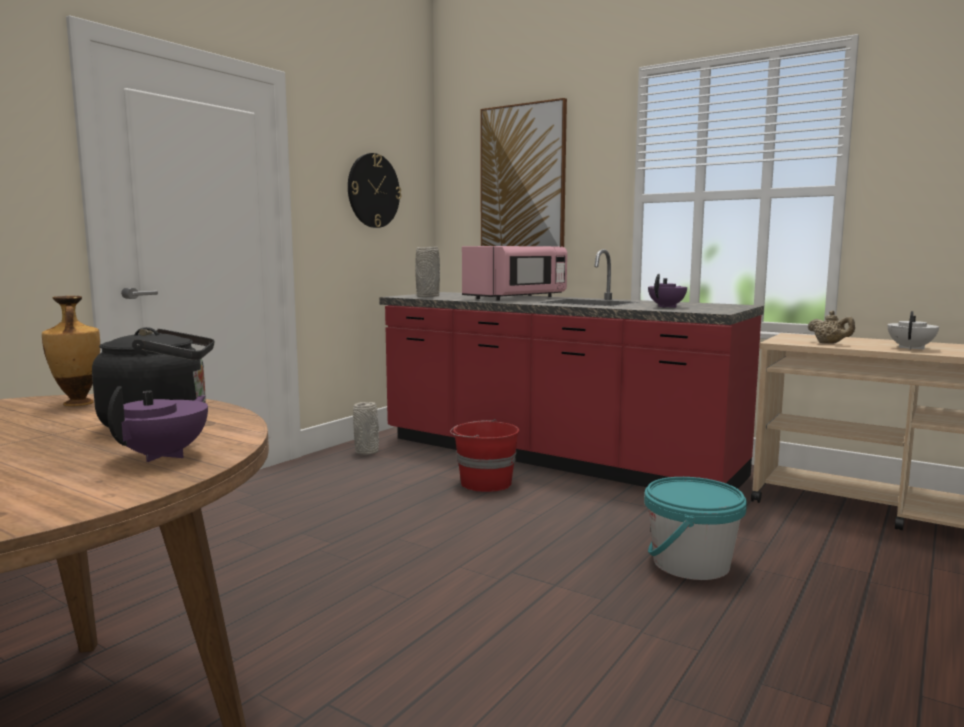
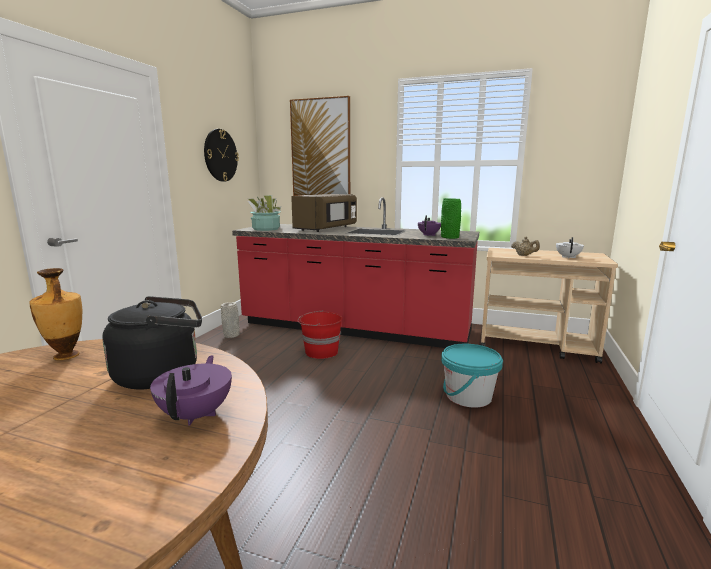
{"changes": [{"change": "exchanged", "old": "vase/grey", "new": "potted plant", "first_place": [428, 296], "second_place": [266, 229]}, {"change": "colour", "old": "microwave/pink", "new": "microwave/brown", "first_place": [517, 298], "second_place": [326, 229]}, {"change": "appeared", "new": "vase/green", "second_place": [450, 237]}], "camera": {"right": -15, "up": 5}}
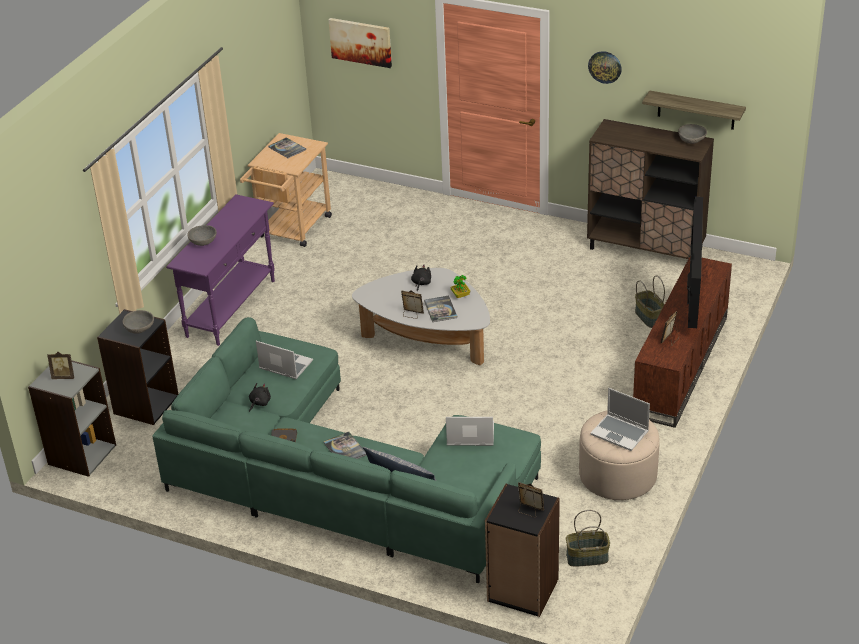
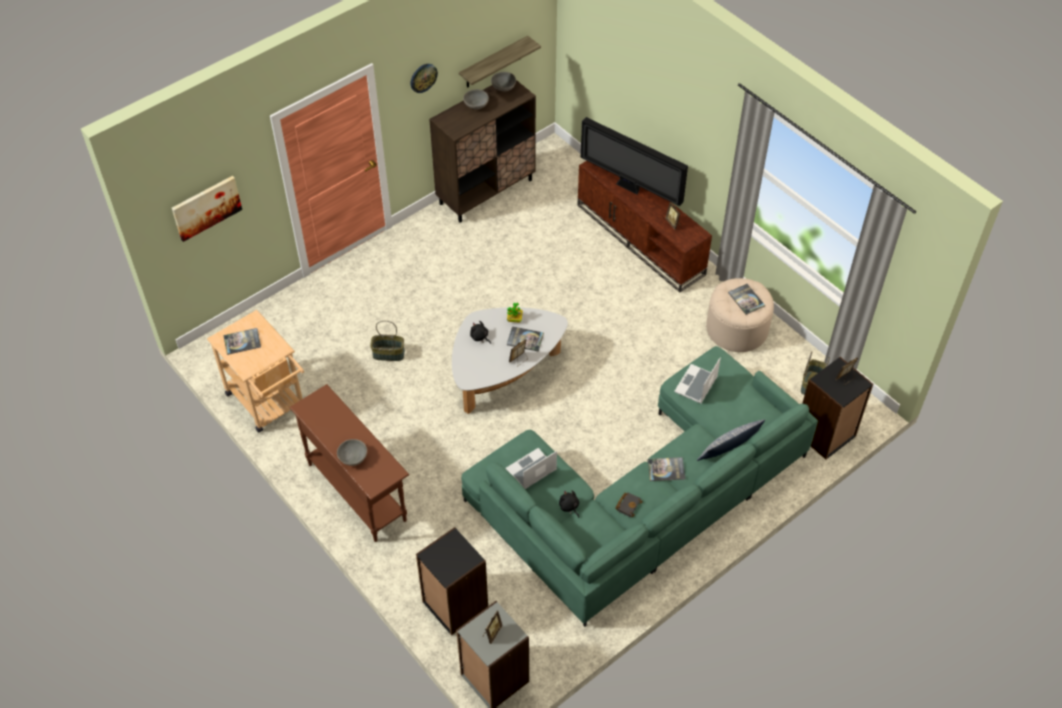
{"changes": [{"change": "colour", "old": "console table/purple", "new": "console table/brown", "first_place": [231, 308], "second_place": [357, 491]}, {"change": "relocated", "old": "basket", "first_place": [650, 317], "second_place": [389, 353]}, {"change": "relocated", "old": "bowl/grey", "first_place": [139, 329], "second_place": [476, 105]}, {"change": "exchanged", "old": "laptop", "new": "book", "first_place": [620, 433], "second_place": [746, 299]}], "camera": {"right": -65, "up": 15}}
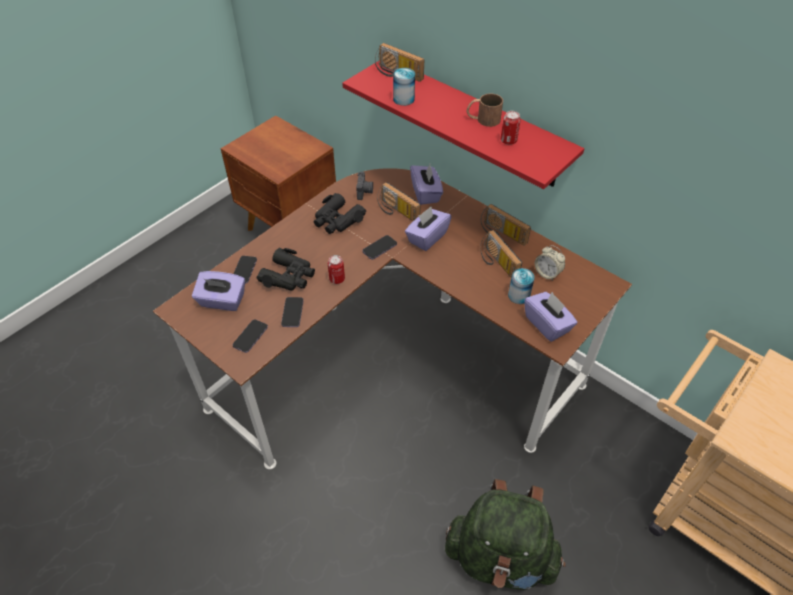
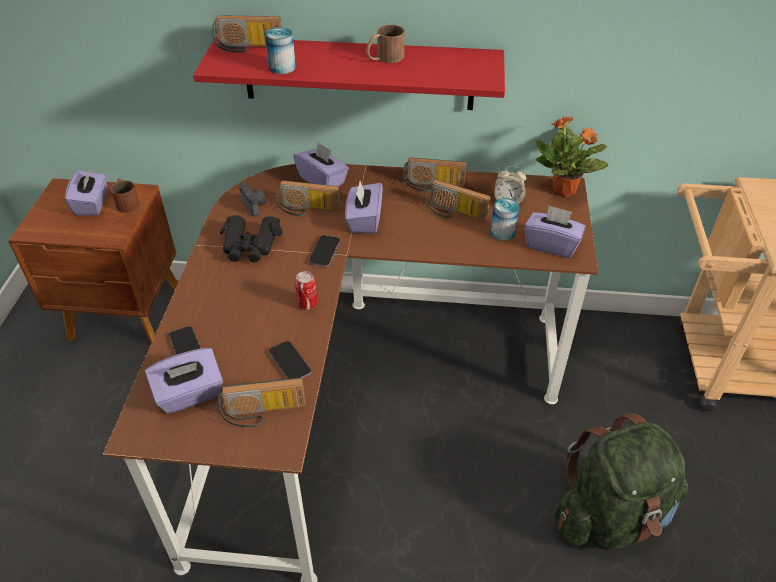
{"changes": [{"change": "appeared", "new": "tissue box/purple", "second_place": [92, 204]}, {"change": "appeared", "new": "mug/brown", "second_place": [126, 202]}, {"change": "exchanged", "old": "phone", "new": "radio", "first_place": [250, 337], "second_place": [263, 414]}, {"change": "appeared", "new": "potted plant", "second_place": [564, 190]}, {"change": "missing", "old": "binoculars/black", "first_place": [289, 276]}, {"change": "missing", "old": "can", "first_place": [508, 141]}], "camera": {"right": -35, "up": -5}}
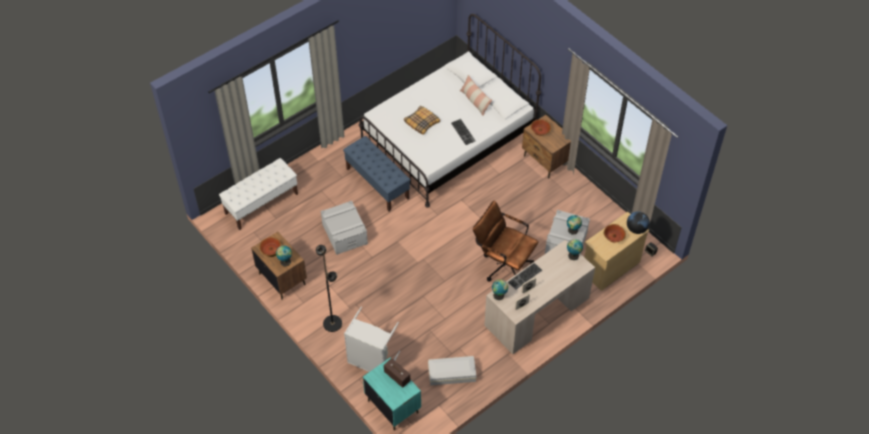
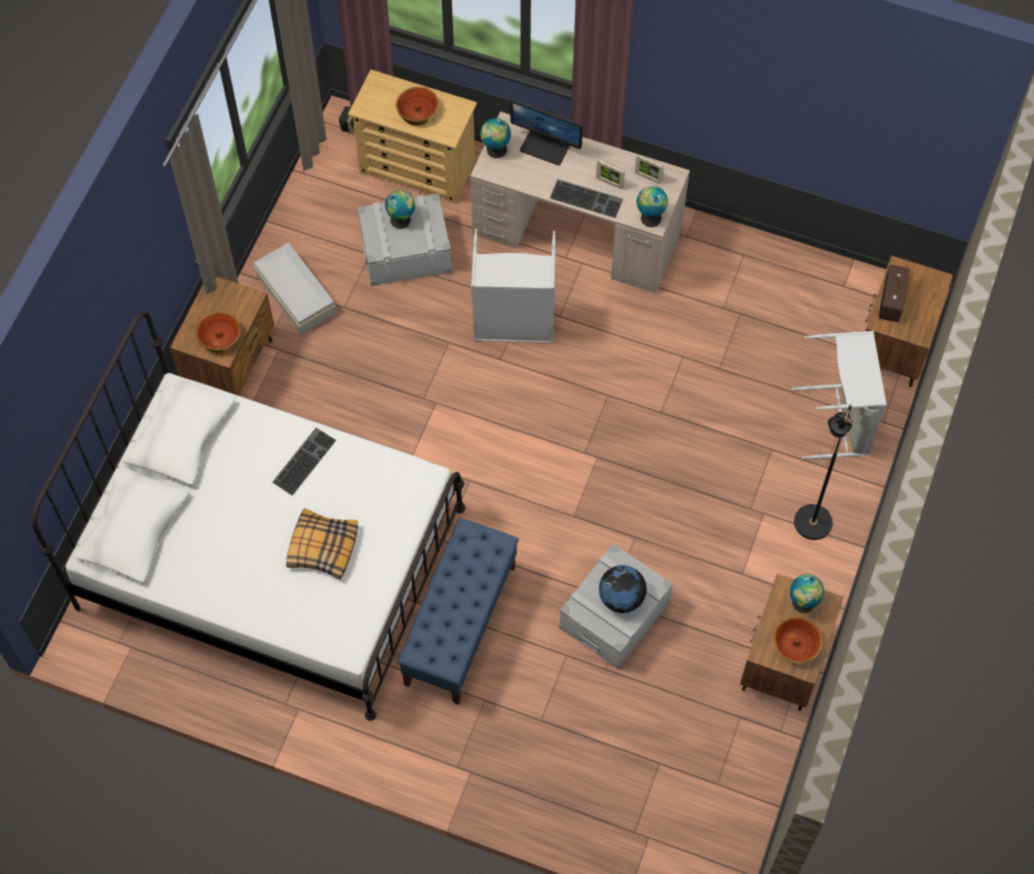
{"changes": [{"change": "relocated", "old": "storage box/white", "first_place": [452, 374], "second_place": [296, 292]}, {"change": "exchanged", "old": "office chair/brown", "new": "laundry basket/grey", "first_place": [503, 264], "second_place": [513, 323]}, {"change": "appeared", "new": "monitor", "second_place": [545, 147]}, {"change": "relocated", "old": "globe", "first_place": [636, 229], "second_place": [621, 598]}, {"change": "colour", "old": "nightstand/turquoise", "new": "nightstand/brown", "first_place": [393, 406], "second_place": [893, 346]}, {"change": "missing", "old": "bench/white", "first_place": [261, 203]}, {"change": "missing", "old": "pillow", "first_place": [475, 101]}], "camera": {"right": -120, "up": 10}}
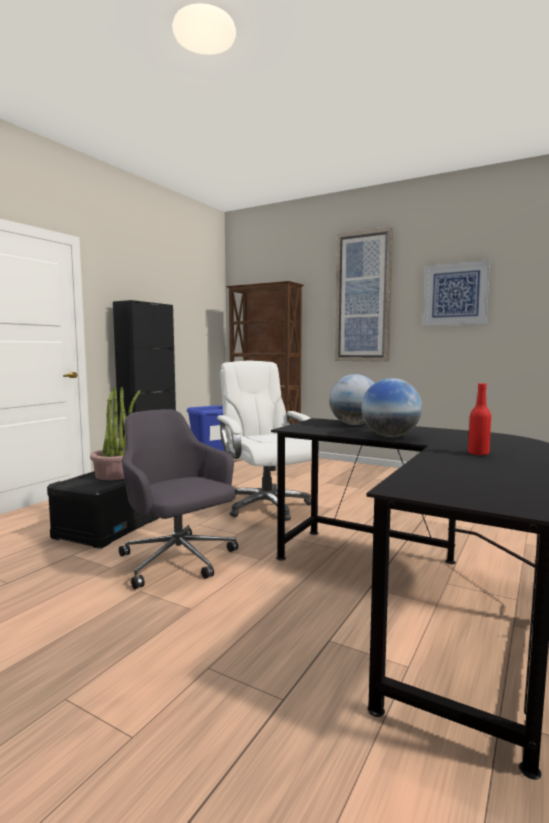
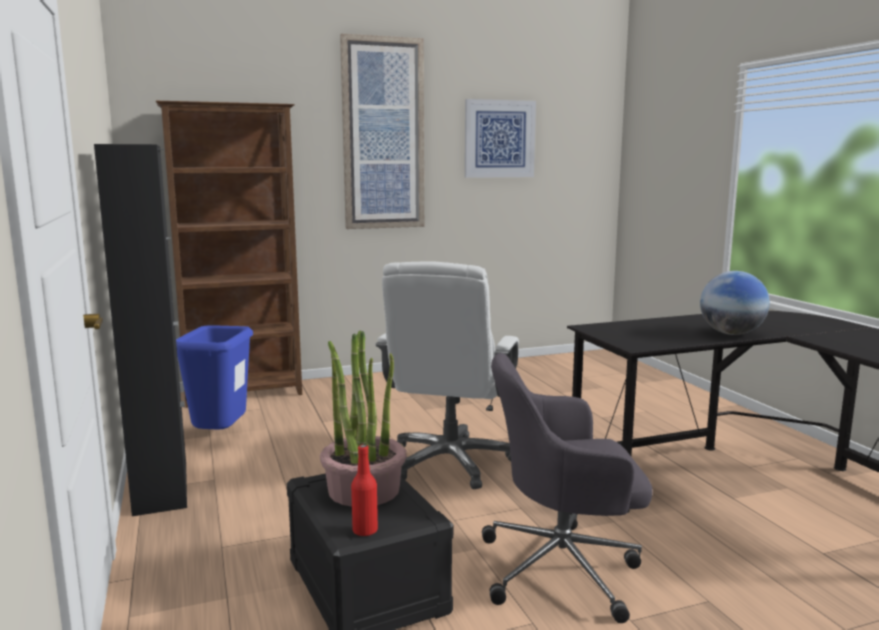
{"changes": [{"change": "relocated", "old": "bottle/red", "first_place": [478, 453], "second_place": [365, 531]}, {"change": "spun", "old": "office chair/white", "first_place": [266, 506], "second_place": [450, 462], "degrees": -90}, {"change": "missing", "old": "globe", "first_place": [354, 424]}], "camera": {"right": -50, "up": 5}}
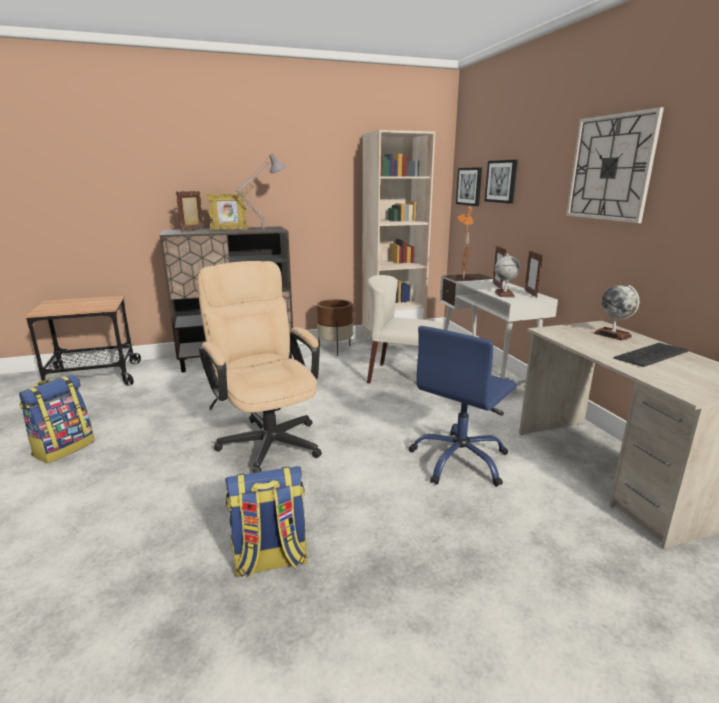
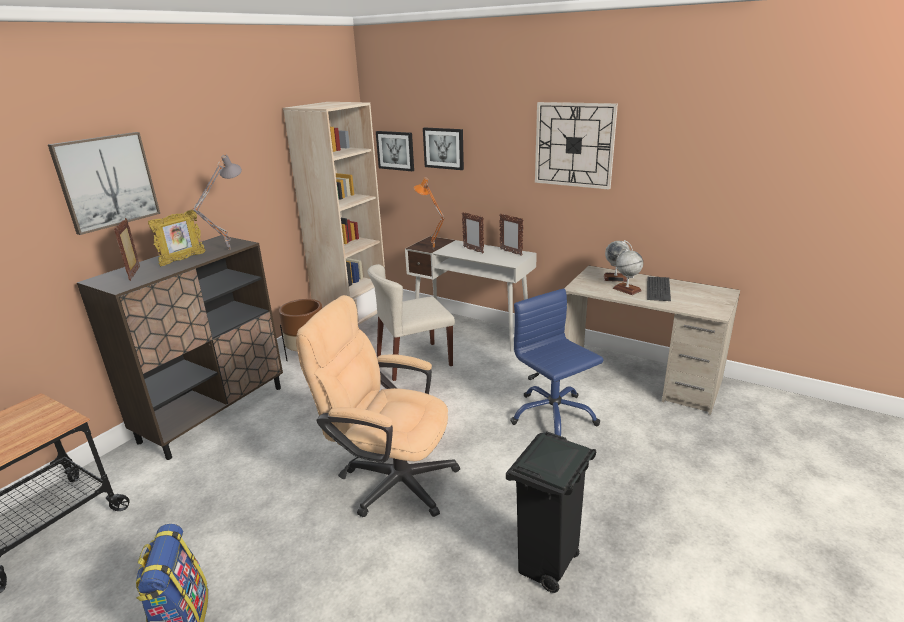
{"changes": [{"change": "appeared", "new": "picture", "second_place": [107, 181]}, {"change": "exchanged", "old": "backpack", "new": "trash can/black", "first_place": [270, 560], "second_place": [546, 567]}, {"change": "spun", "old": "office chair/blue", "first_place": [460, 460], "second_place": [553, 416], "degrees": 150}, {"change": "relocated", "old": "globe", "first_place": [504, 294], "second_place": [626, 289]}], "camera": {"right": -40, "up": 5}}
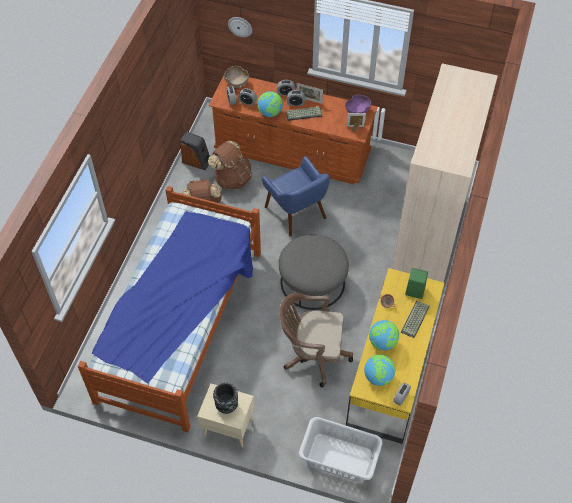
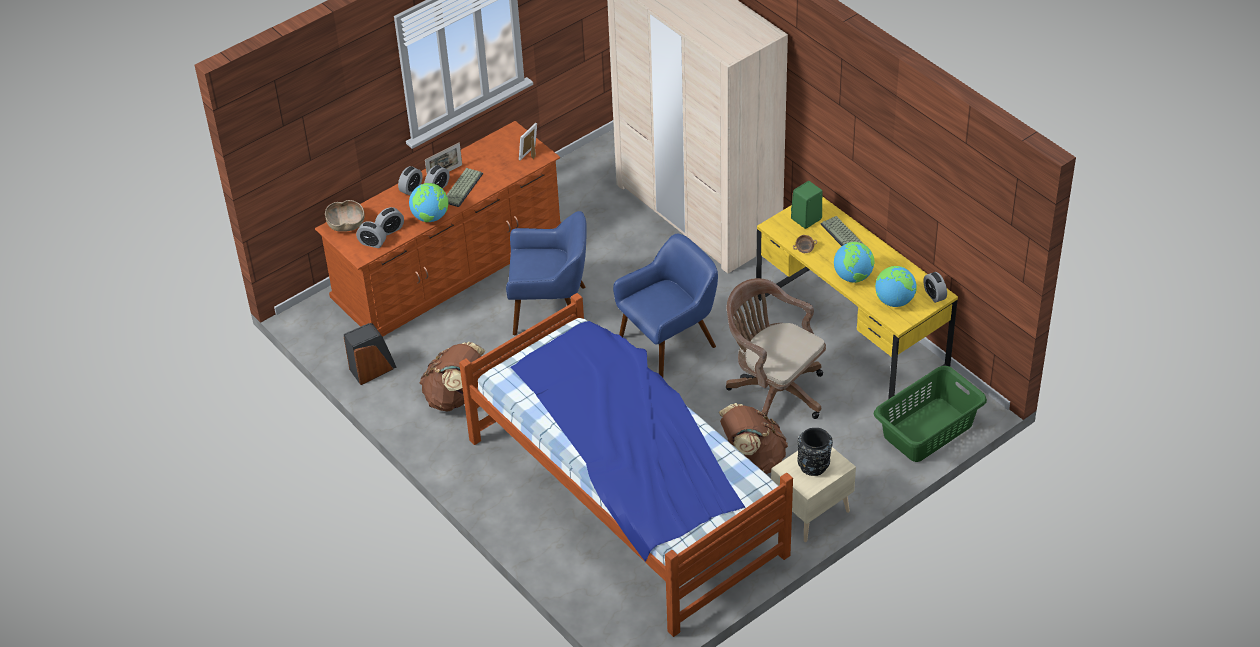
{"changes": [{"change": "exchanged", "old": "ottoman/grey", "new": "armchair/blue", "first_place": [313, 282], "second_place": [669, 342]}, {"change": "relocated", "old": "backpack/brown", "first_place": [232, 179], "second_place": [752, 460]}, {"change": "spun", "old": "office chair/brown", "first_place": [312, 354], "second_place": [773, 390], "degrees": 90}, {"change": "colour", "old": "laundry basket/grey", "new": "laundry basket/green", "first_place": [339, 458], "second_place": [928, 430]}, {"change": "missing", "old": "wall clock", "first_place": [240, 26]}, {"change": "missing", "old": "bowl/purple", "first_place": [357, 111]}], "camera": {"right": -55, "up": -10}}
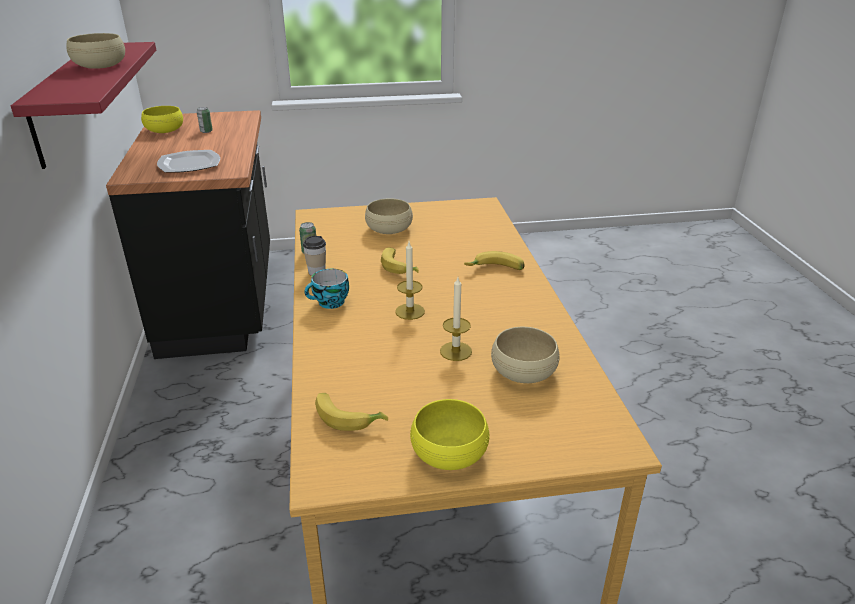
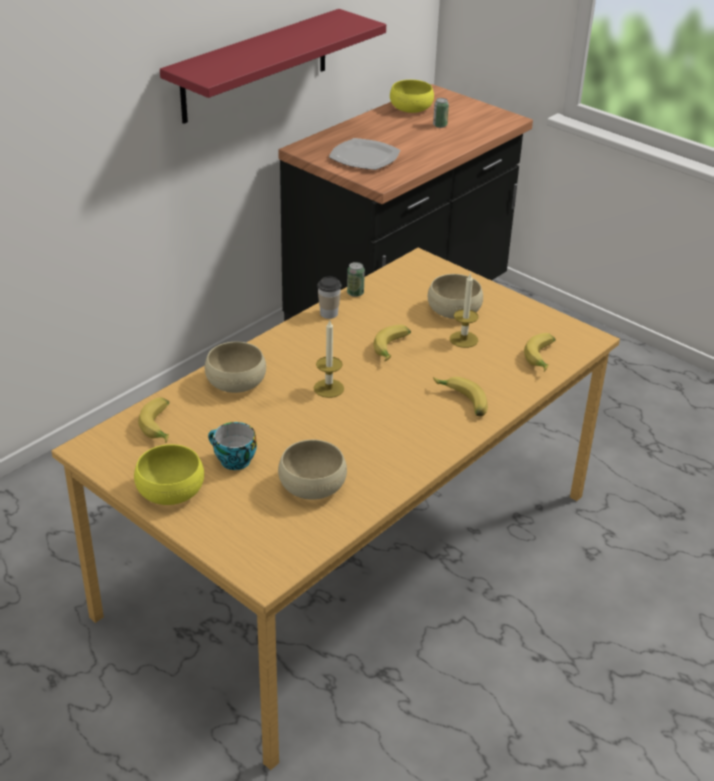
{"changes": [{"change": "relocated", "old": "bowl/beige", "first_place": [100, 65], "second_place": [236, 382]}, {"change": "relocated", "old": "cup", "first_place": [330, 303], "second_place": [233, 461]}, {"change": "relocated", "old": "candle", "first_place": [455, 351], "second_place": [463, 339]}, {"change": "appeared", "new": "banana", "second_place": [543, 358]}], "camera": {"right": 50, "up": 5}}
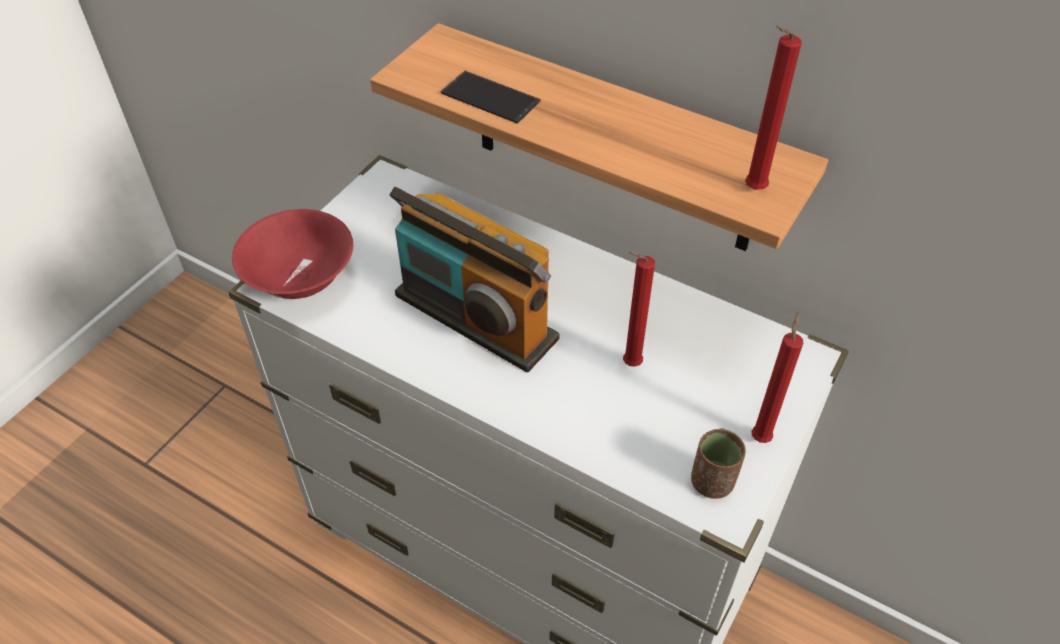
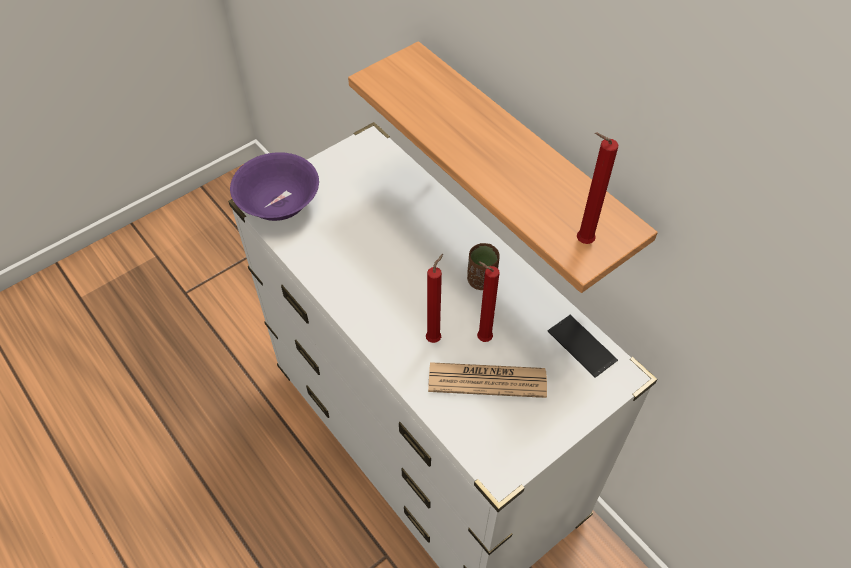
{"changes": [{"change": "colour", "old": "bowl/red", "new": "bowl/purple", "first_place": [301, 279], "second_place": [280, 205]}, {"change": "relocated", "old": "candle/red", "first_place": [761, 436], "second_place": [435, 337]}, {"change": "appeared", "new": "newspaper", "second_place": [487, 380]}, {"change": "relocated", "old": "cup/brown", "first_place": [712, 482], "second_place": [481, 280]}, {"change": "relocated", "old": "phone", "first_place": [490, 97], "second_place": [582, 346]}, {"change": "missing", "old": "radio", "first_place": [475, 317]}], "camera": {"right": 20, "up": 5}}
